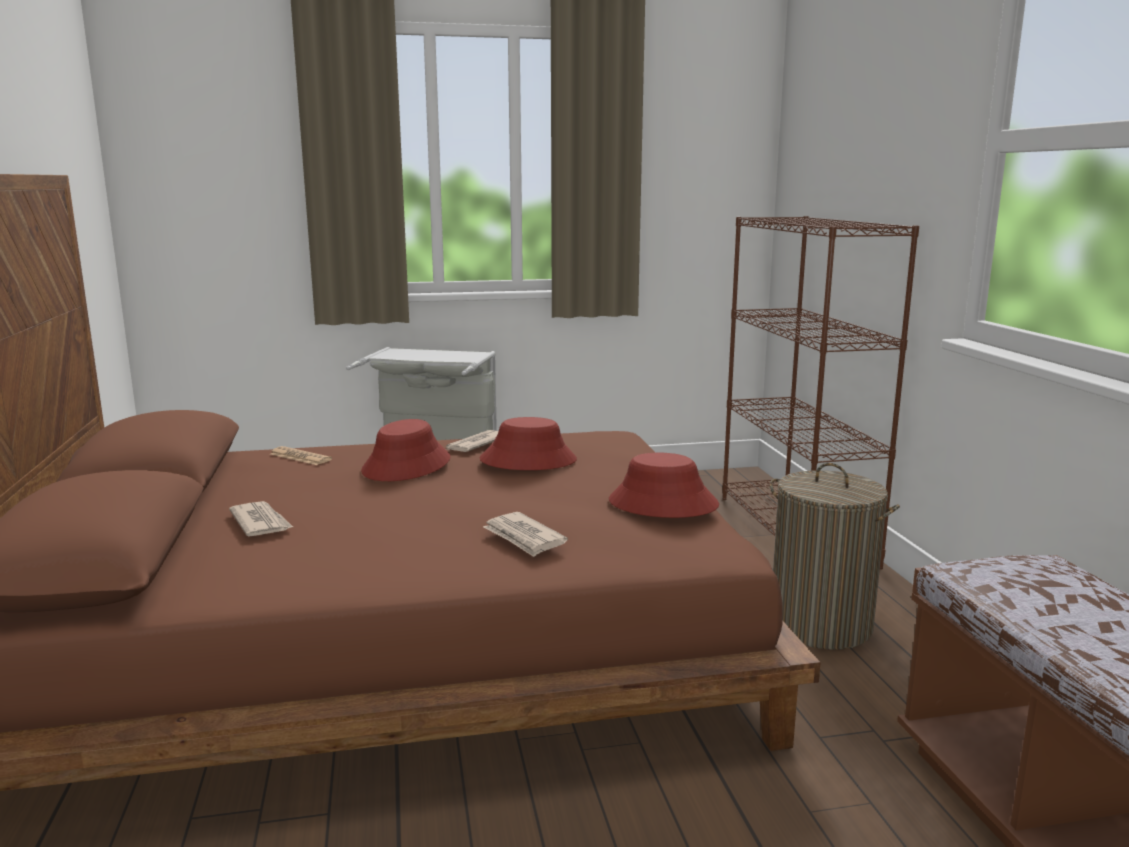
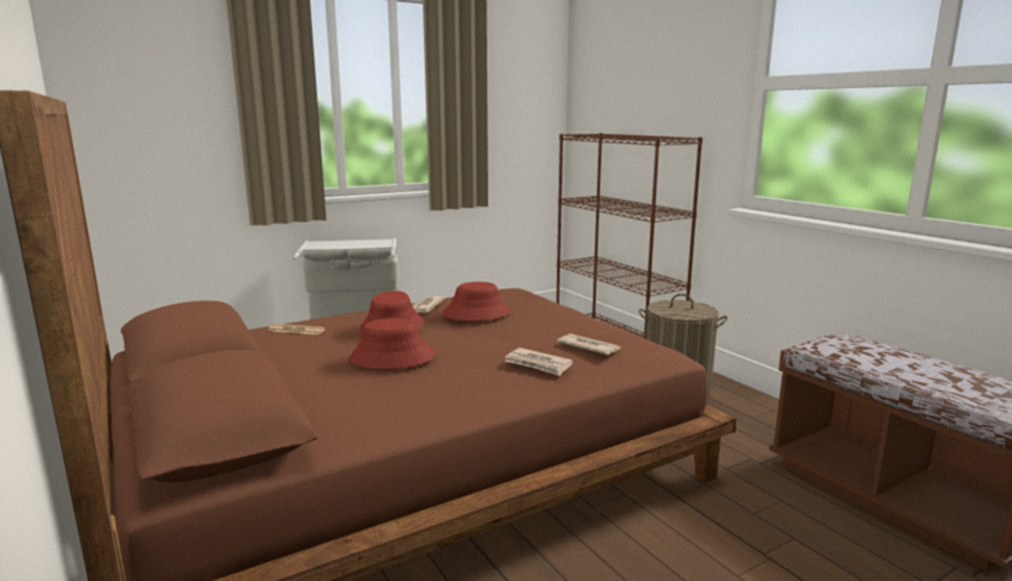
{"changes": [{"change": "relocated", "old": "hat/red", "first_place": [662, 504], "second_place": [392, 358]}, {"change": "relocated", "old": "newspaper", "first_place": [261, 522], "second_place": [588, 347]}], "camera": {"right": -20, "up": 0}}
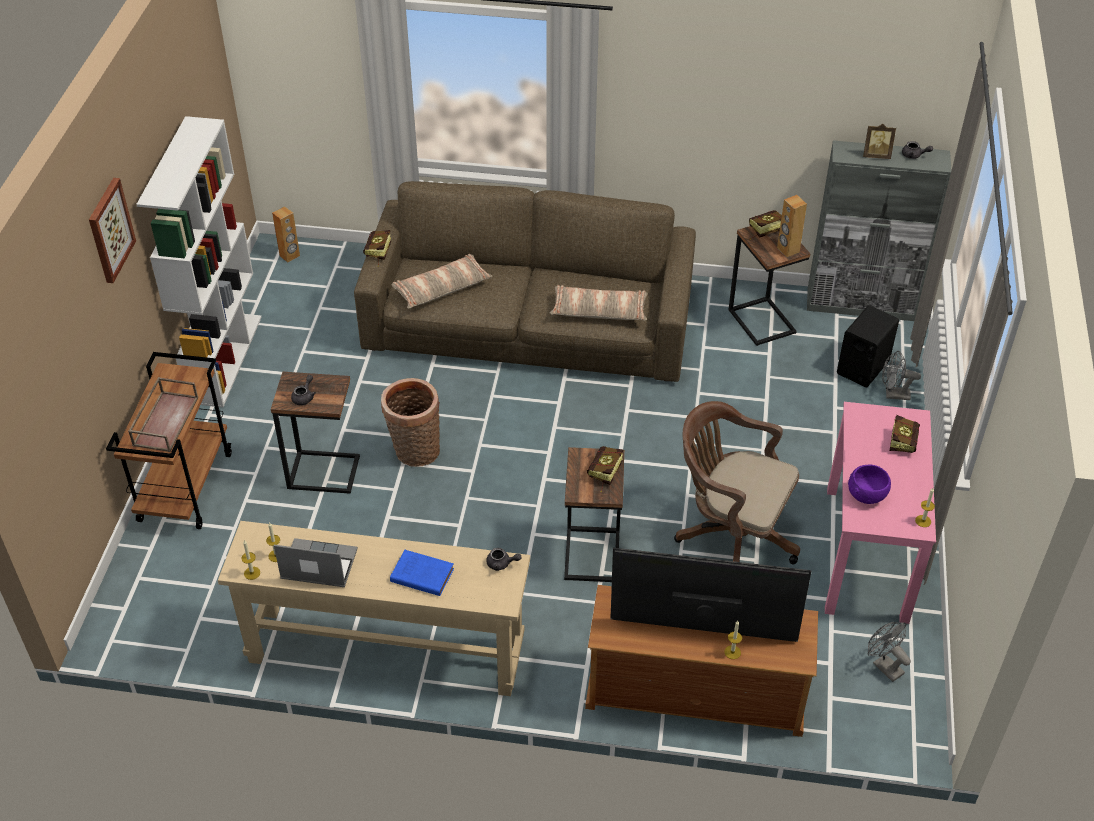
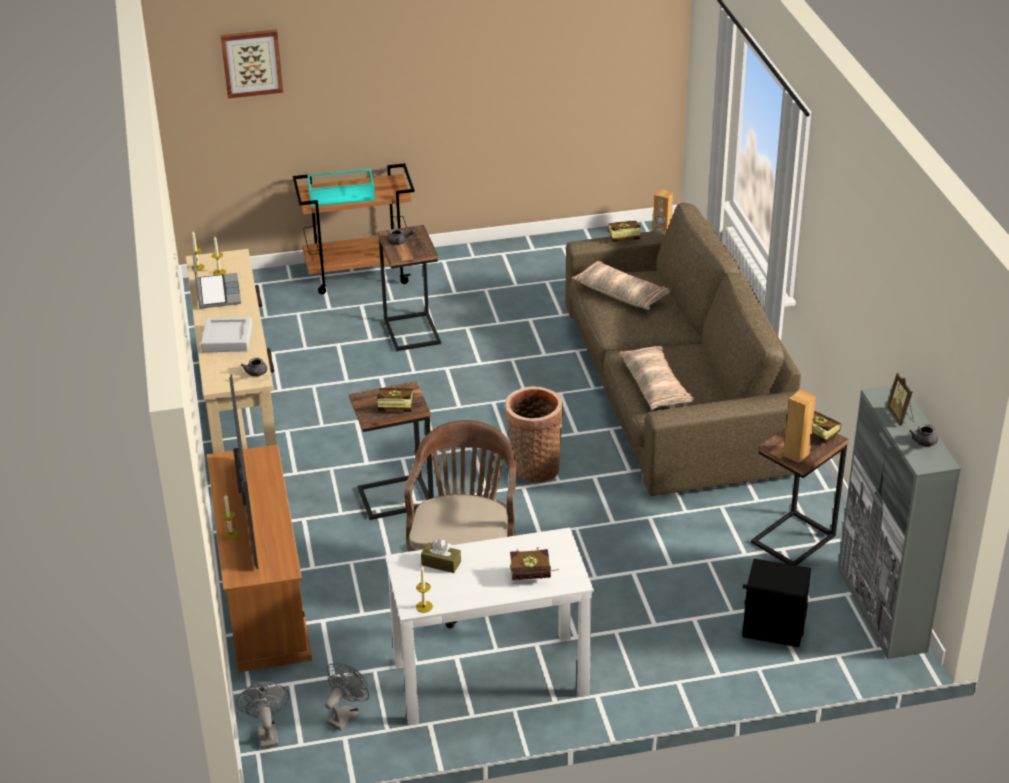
{"changes": [{"change": "exchanged", "old": "book/blue", "new": "tray/grey", "first_place": [420, 575], "second_place": [227, 339]}, {"change": "relocated", "old": "picture", "first_place": [110, 230], "second_place": [251, 63]}, {"change": "relocated", "old": "fan/grey", "first_place": [893, 394], "second_place": [267, 733]}, {"change": "colour", "old": "tray/brown", "new": "tray/turquoise", "first_place": [165, 420], "second_place": [342, 194]}, {"change": "colour", "old": "desk/pink", "new": "desk/white", "first_place": [866, 553], "second_place": [489, 678]}, {"change": "exchanged", "old": "bowl/purple", "new": "tissue box/brown", "first_place": [867, 495], "second_place": [441, 563]}, {"change": "relocated", "old": "basket", "first_place": [415, 452], "second_place": [534, 467]}, {"change": "missing", "old": "bookcase/white", "first_place": [224, 358]}], "camera": {"right": 70, "up": -10}}
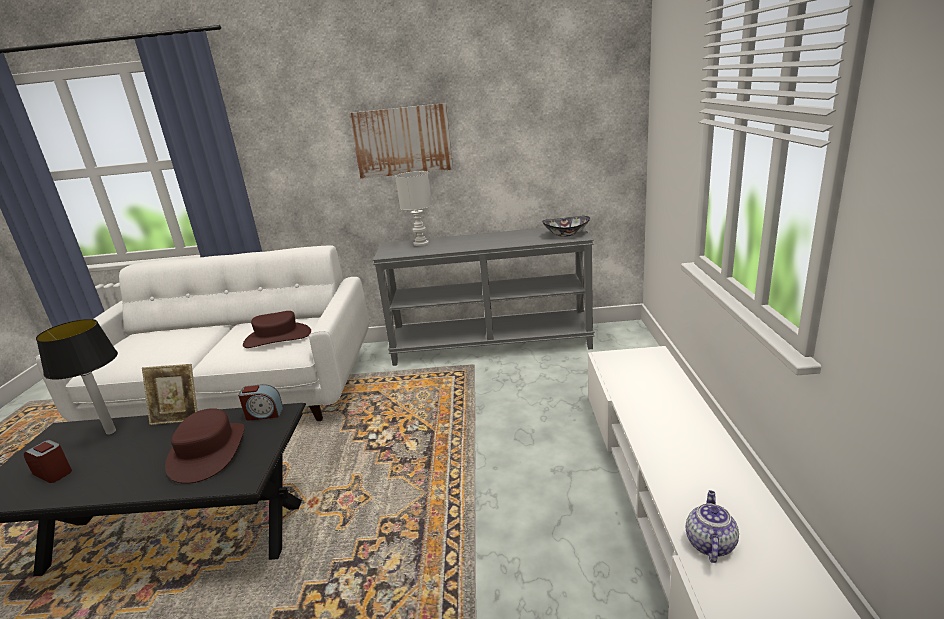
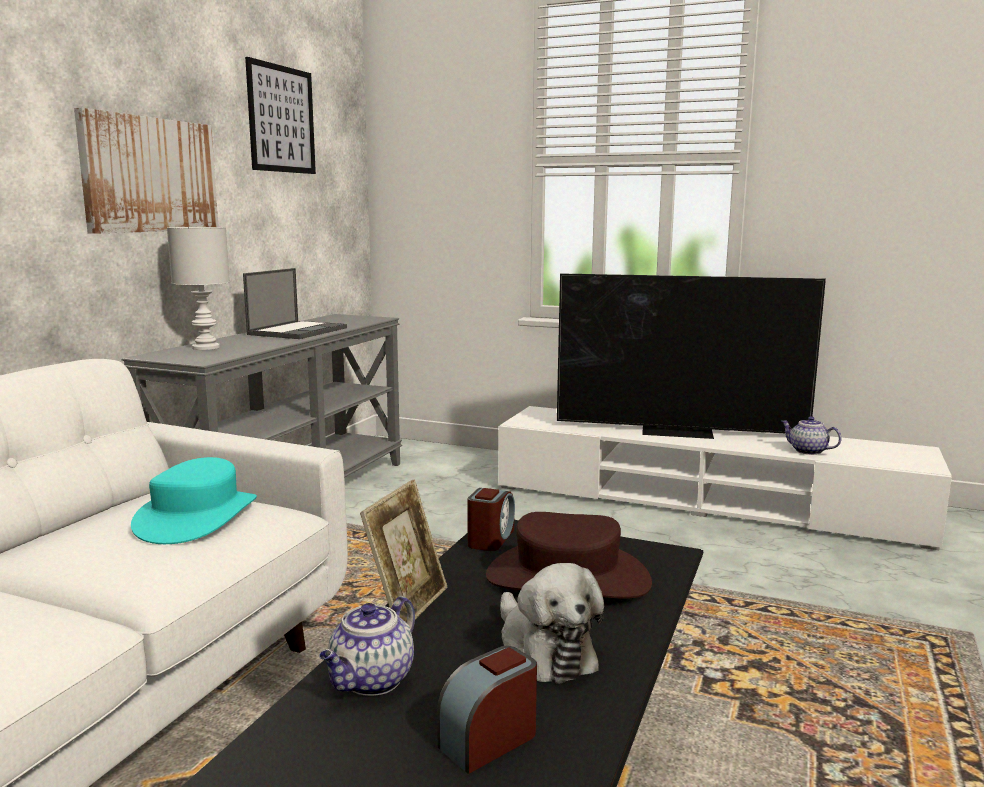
{"changes": [{"change": "colour", "old": "hat/brown", "new": "hat/turquoise", "first_place": [277, 337], "second_place": [196, 517]}, {"change": "appeared", "new": "laptop", "second_place": [298, 331]}, {"change": "appeared", "new": "picture", "second_place": [281, 119]}, {"change": "exchanged", "old": "table lamp", "new": "teapot", "first_place": [110, 432], "second_place": [371, 681]}, {"change": "appeared", "new": "plush toy", "second_place": [543, 651]}, {"change": "appeared", "new": "television", "second_place": [679, 431]}, {"change": "missing", "old": "bowl", "first_place": [566, 234]}], "camera": {"right": -70, "up": -10}}
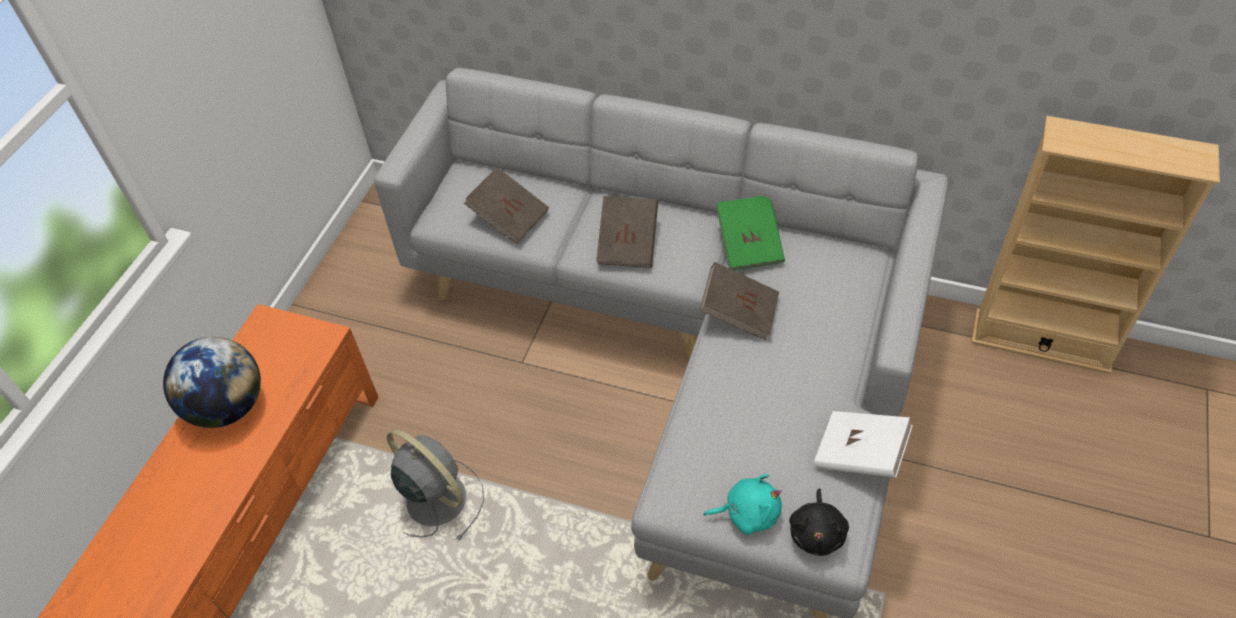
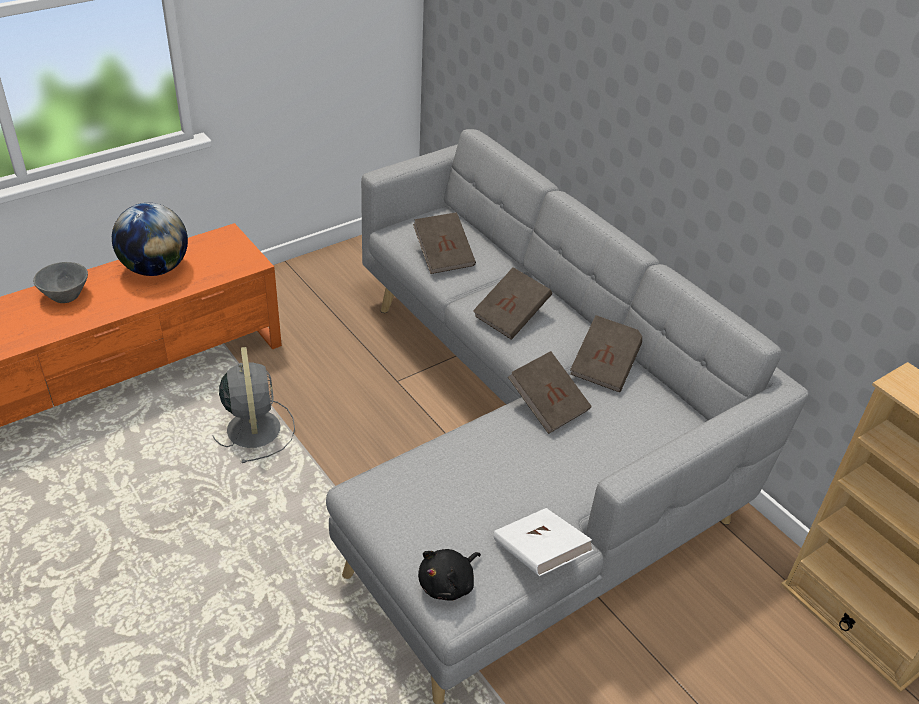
{"changes": [{"change": "appeared", "new": "bowl/grey", "second_place": [67, 295]}, {"change": "colour", "old": "book/green", "new": "book/brown", "first_place": [749, 245], "second_place": [605, 367]}, {"change": "missing", "old": "plush toy/turquoise", "first_place": [748, 513]}], "camera": {"right": 30, "up": -10}}
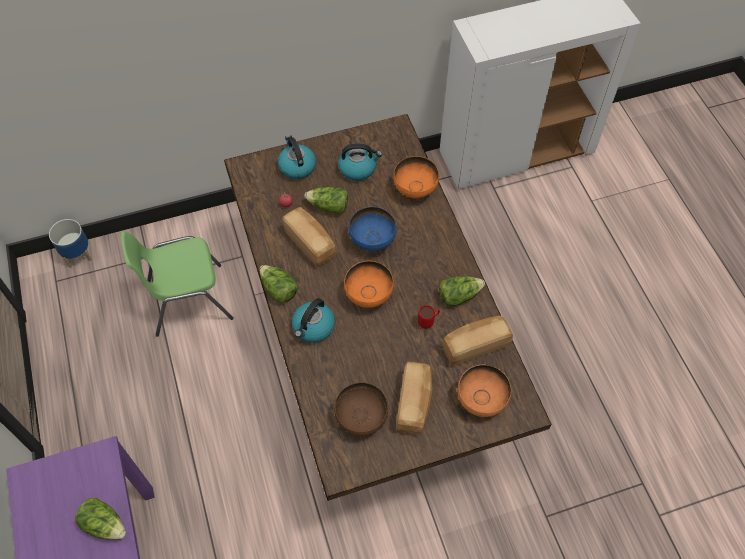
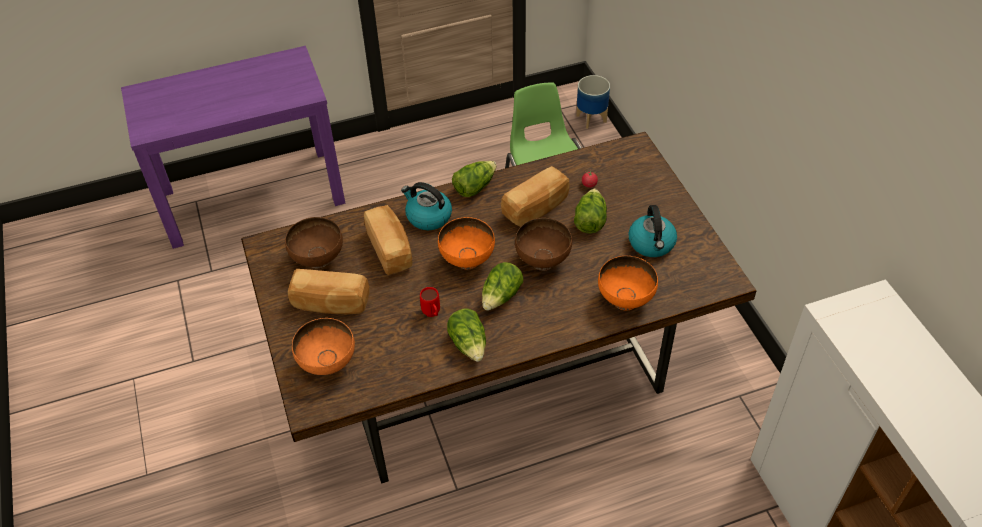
{"changes": [{"change": "relocated", "old": "bread", "first_place": [475, 345], "second_place": [391, 249]}, {"change": "relocated", "old": "lettuce", "first_place": [105, 524], "second_place": [501, 296]}, {"change": "colour", "old": "bowl/blue", "new": "bowl/brown", "first_place": [372, 241], "second_place": [543, 260]}, {"change": "missing", "old": "kettle", "first_place": [297, 166]}], "camera": {"right": 90, "up": -10}}
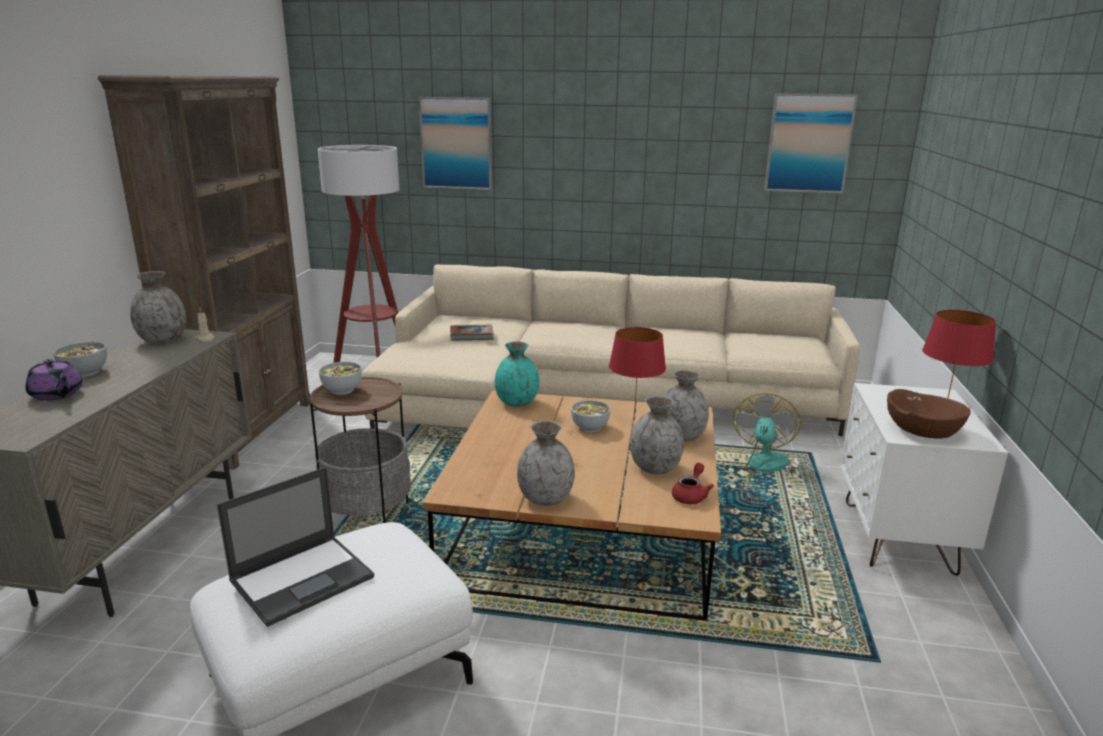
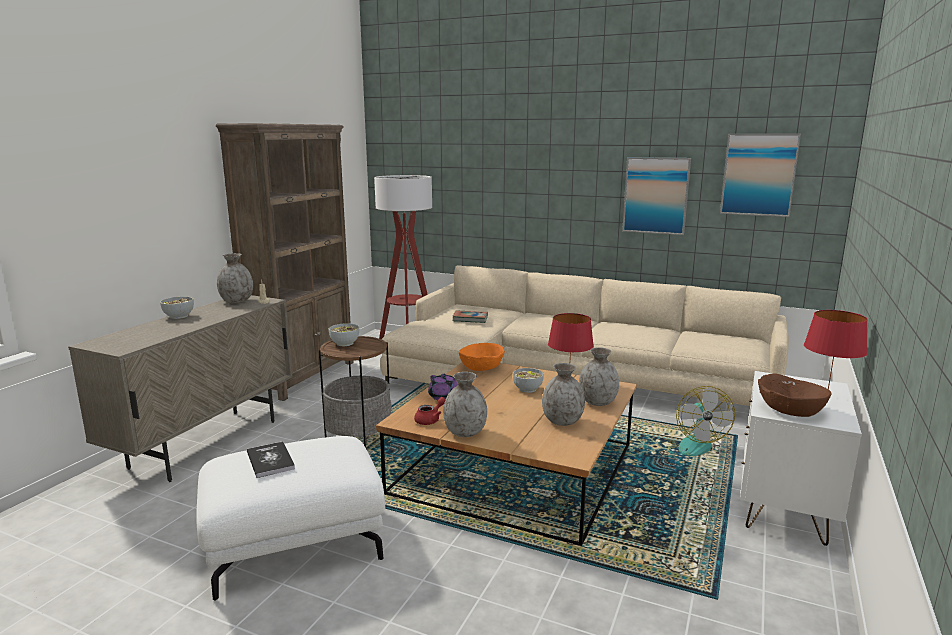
{"changes": [{"change": "exchanged", "old": "laptop", "new": "book", "first_place": [303, 578], "second_place": [270, 460]}, {"change": "relocated", "old": "teapot/red", "first_place": [691, 495], "second_place": [430, 420]}, {"change": "relocated", "old": "teapot/purple", "first_place": [57, 395], "second_place": [444, 397]}, {"change": "exchanged", "old": "vase/turquoise", "new": "bowl/orange", "first_place": [516, 403], "second_place": [481, 367]}, {"change": "relocated", "old": "picture", "first_place": [456, 143], "second_place": [656, 195]}, {"change": "spun", "old": "fan", "first_place": [767, 469], "second_place": [691, 443], "degrees": 150}], "camera": {"right": 15, "up": -5}}
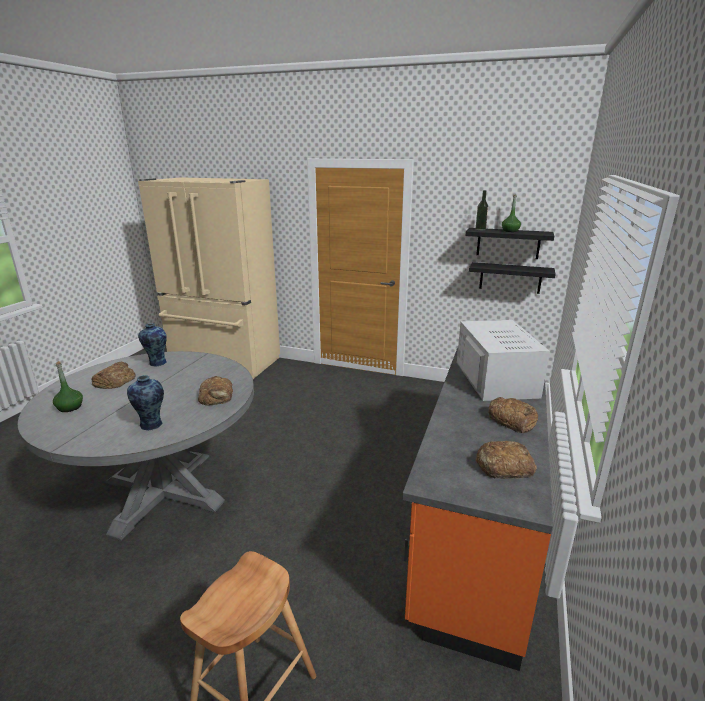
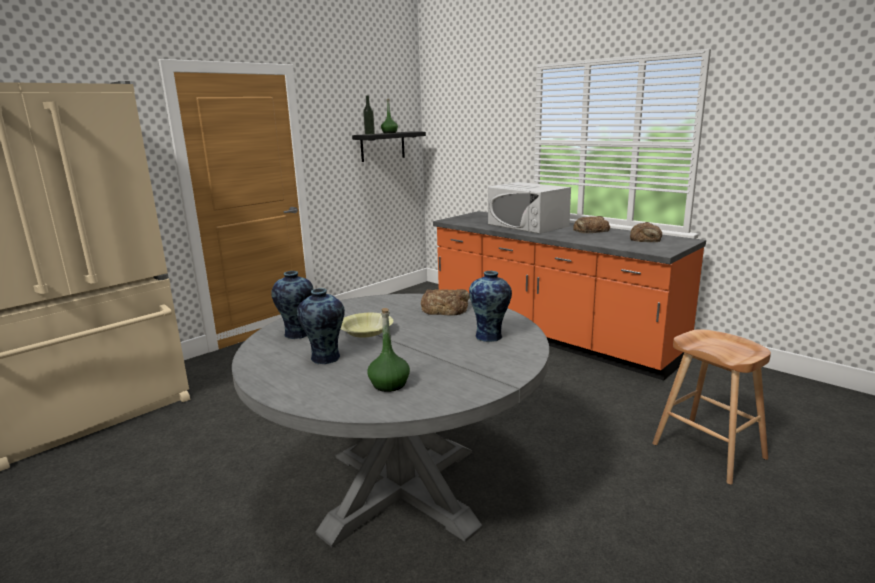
{"changes": [{"change": "exchanged", "old": "bread", "new": "vase", "first_place": [115, 380], "second_place": [325, 359]}, {"change": "appeared", "new": "bowl/yellow", "second_place": [366, 332]}, {"change": "spun", "old": "microwave/white", "first_place": [495, 379], "second_place": [527, 225], "degrees": -150}, {"change": "missing", "old": "shelf/black", "first_place": [510, 278]}], "camera": {"right": -65, "up": -5}}
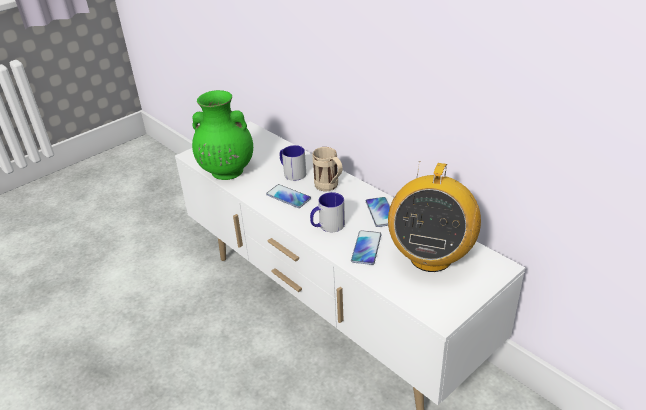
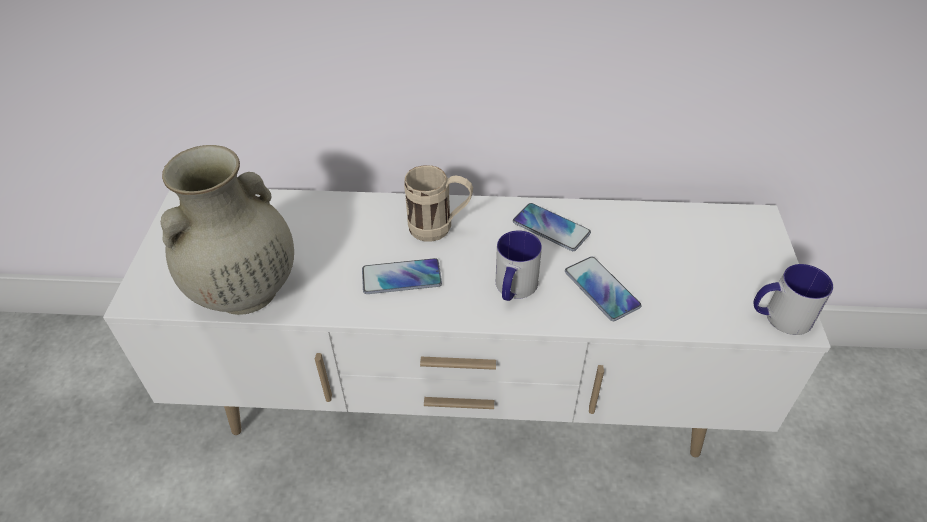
{"changes": [{"change": "colour", "old": "vase/green", "new": "vase/beige", "first_place": [226, 171], "second_place": [244, 292]}, {"change": "relocated", "old": "mug", "first_place": [292, 172], "second_place": [779, 317]}, {"change": "missing", "old": "radio", "first_place": [430, 257]}], "camera": {"right": -45, "up": 10}}
